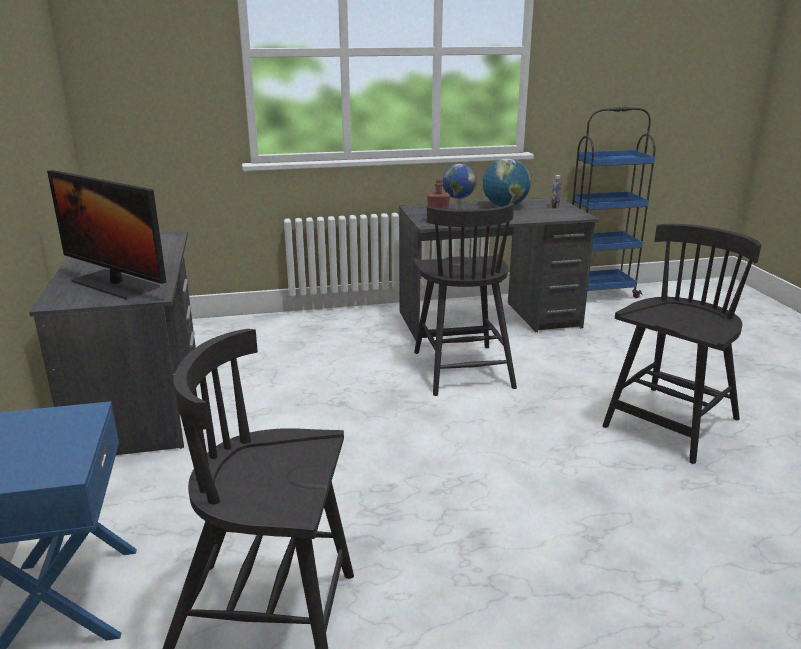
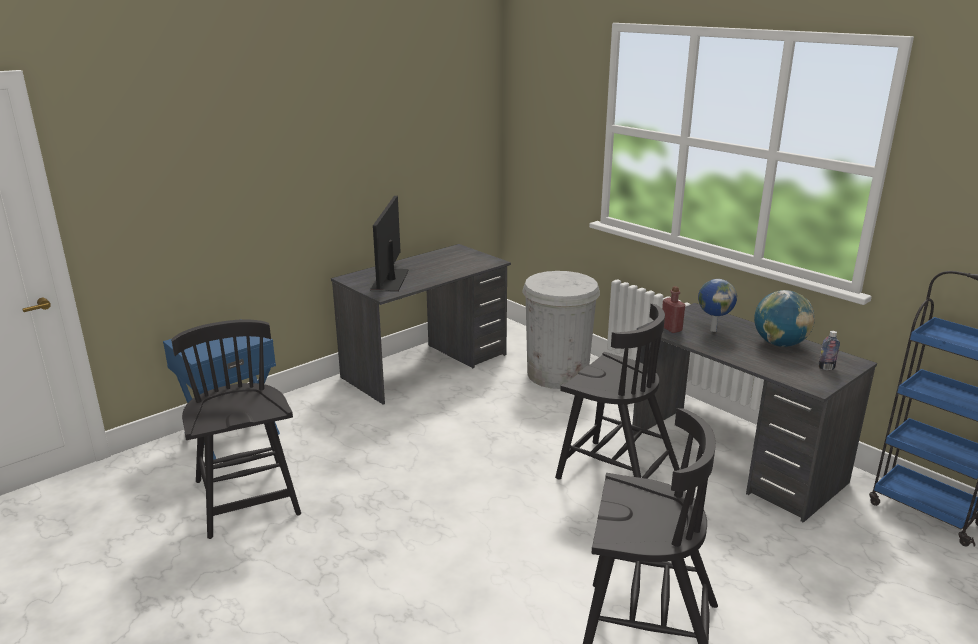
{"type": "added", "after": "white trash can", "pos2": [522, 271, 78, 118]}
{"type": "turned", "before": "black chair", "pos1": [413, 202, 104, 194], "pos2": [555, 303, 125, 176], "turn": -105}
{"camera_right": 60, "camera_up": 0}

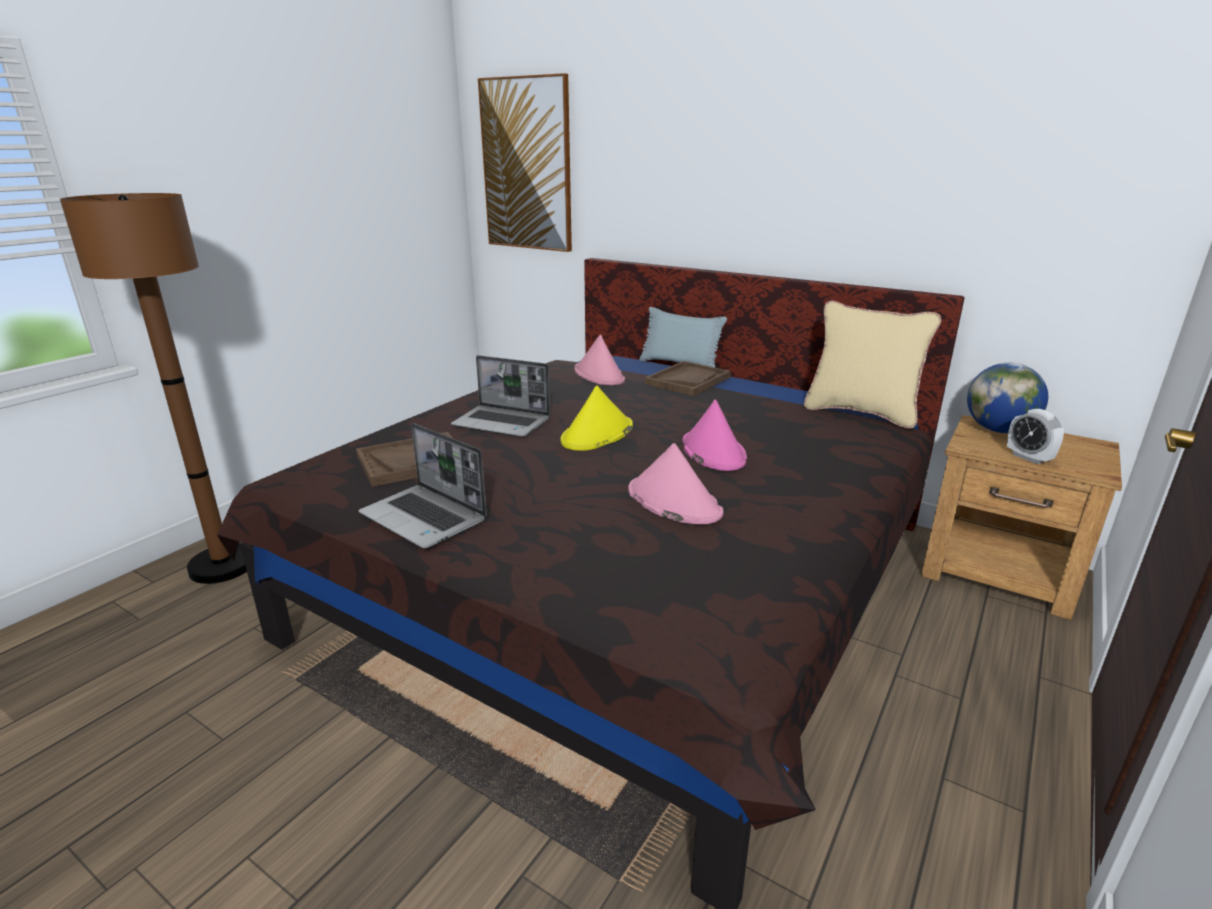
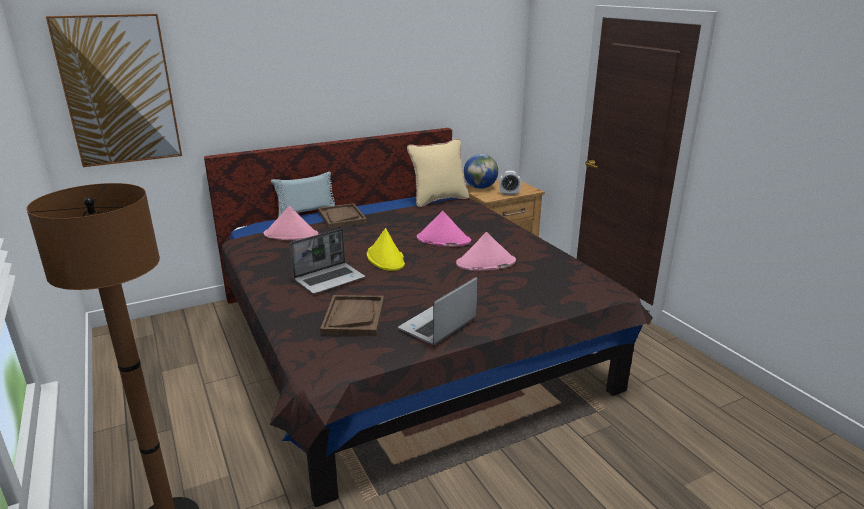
{"type": "turned", "before": "laptop", "pos1": [358, 423, 129, 125], "pos2": [398, 277, 80, 68], "turn": 150}
{"camera_right": -60, "camera_up": 0}

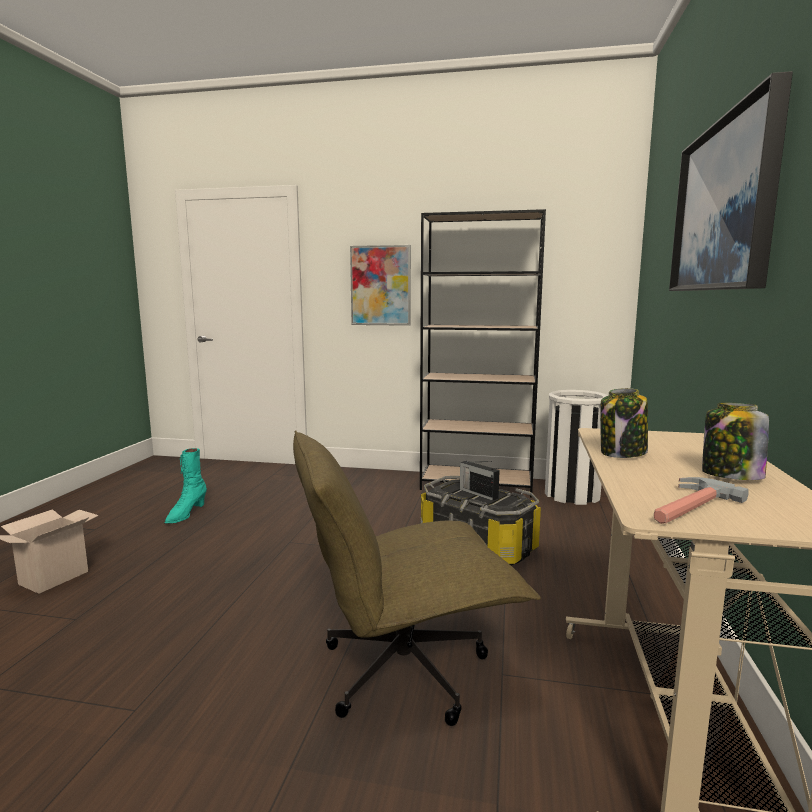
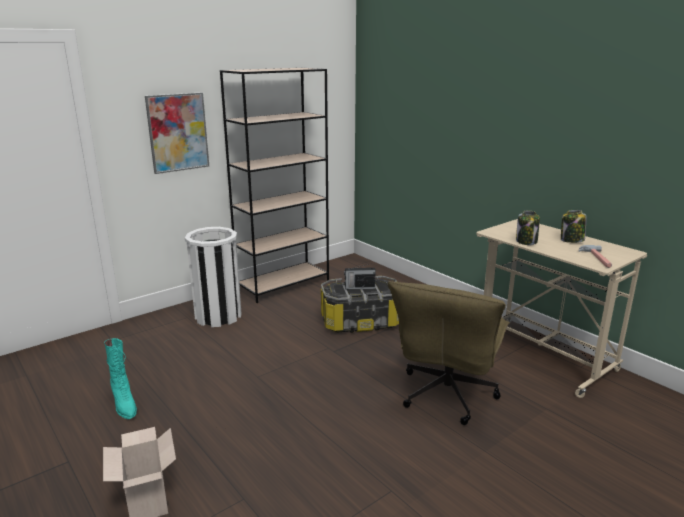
{"type": "removed", "before": "picture", "pos1": [669, 71, 124, 220]}
{"type": "moved", "before": "white trash can", "pos1": [545, 390, 63, 115], "pos2": [185, 227, 56, 100]}
{"camera_right": -50, "camera_up": 10}

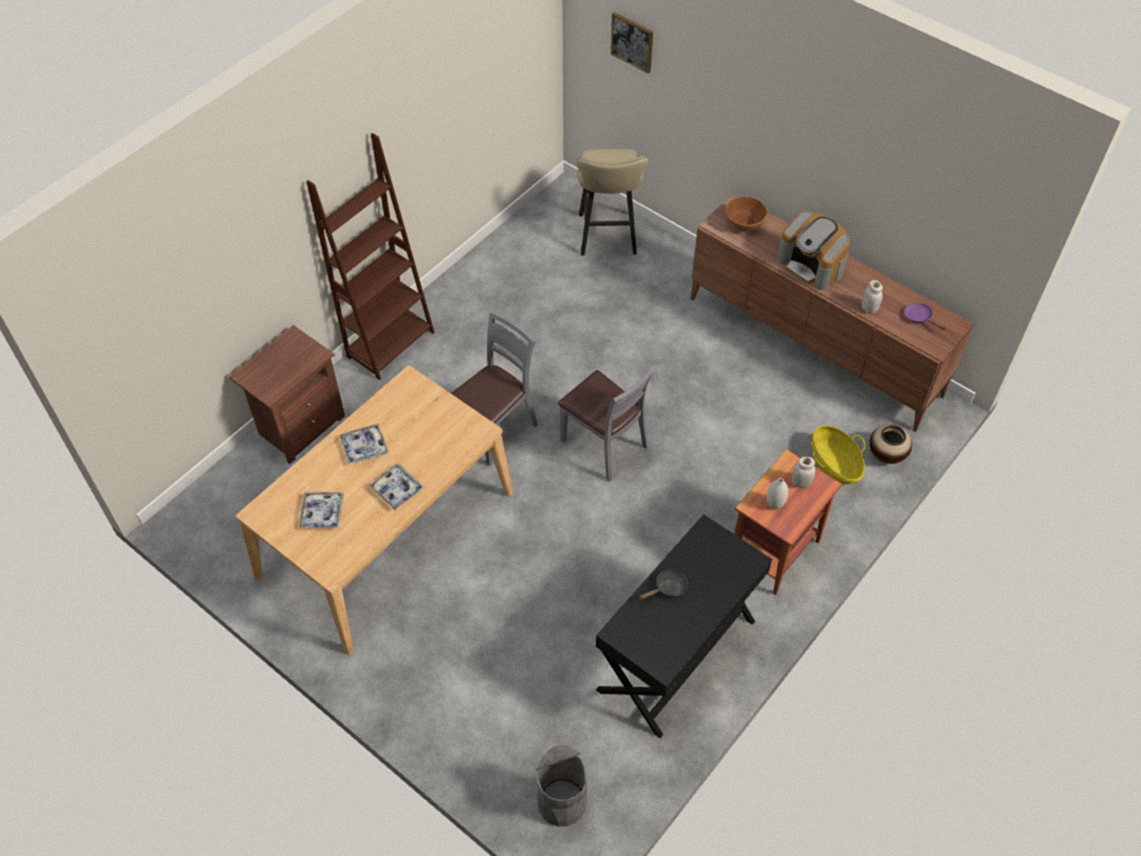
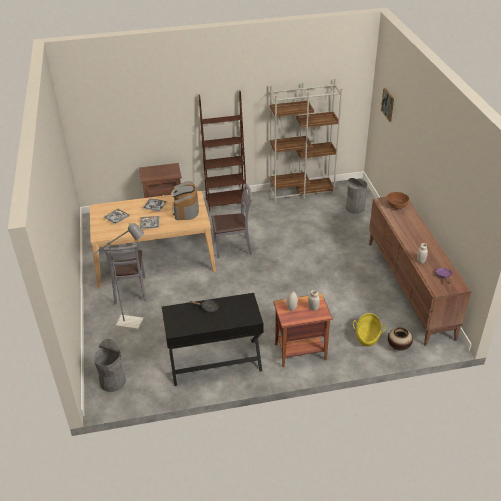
{"type": "added", "after": "grey floor lamp", "pos2": [94, 223, 50, 107]}
{"type": "added", "after": "brown bookcase", "pos2": [270, 79, 72, 124]}
{"type": "moved", "before": "grey chair", "pos1": [558, 364, 99, 118], "pos2": [104, 244, 43, 60]}
{"type": "moved", "before": "coffee machine", "pos1": [777, 211, 73, 79], "pos2": [171, 181, 28, 40]}
{"type": "replaced", "before": "beige stool", "after": "grey trash can", "pos1": [576, 149, 72, 106], "pos2": [346, 178, 21, 36]}
{"camera_right": 40, "camera_up": -15}

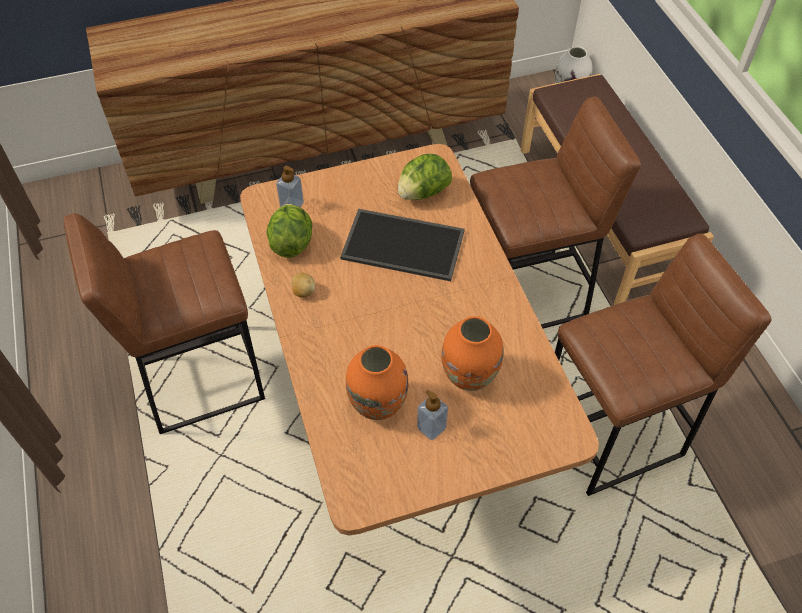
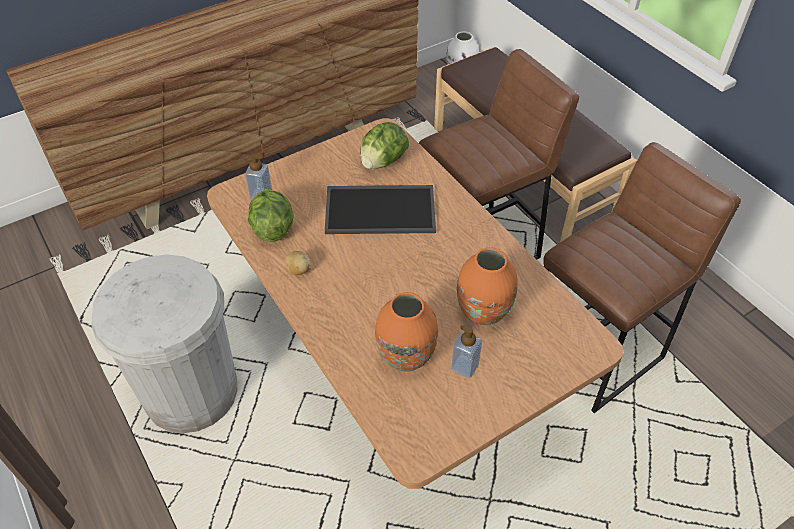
{"type": "replaced", "before": "brown stool", "after": "white trash can", "pos1": [64, 213, 201, 221], "pos2": [92, 254, 146, 179]}
{"camera_right": -15, "camera_up": -5}

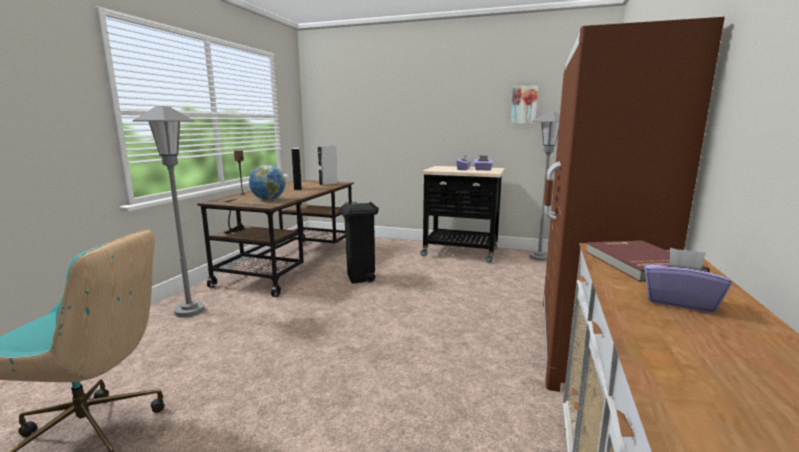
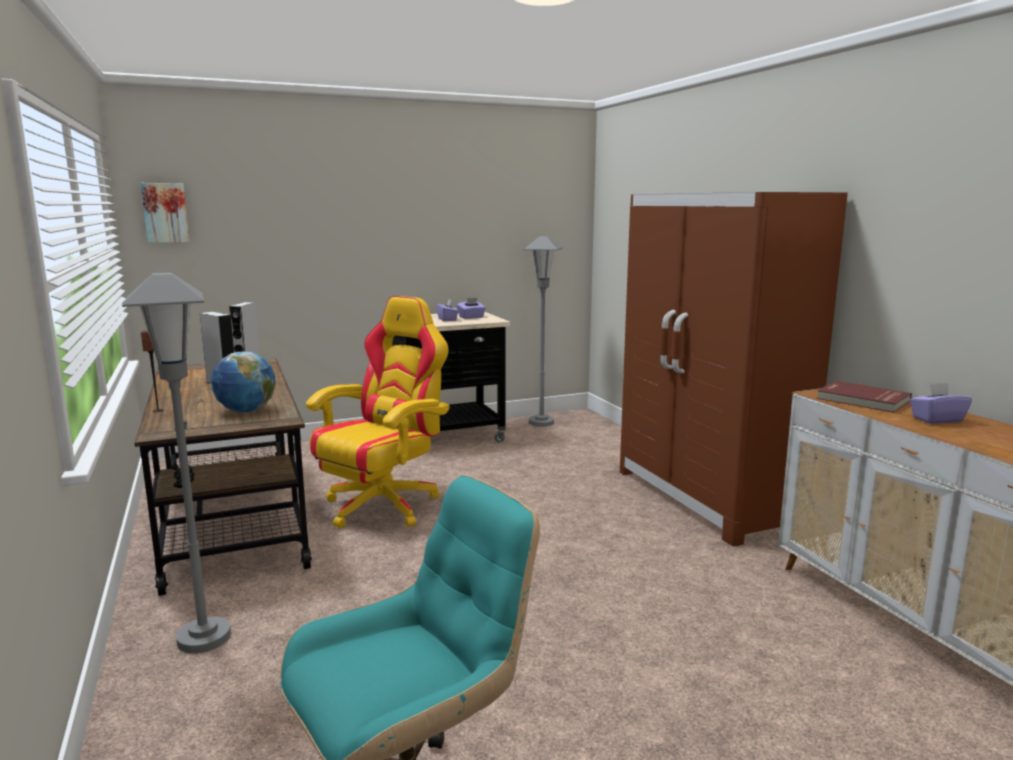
{"type": "moved", "before": "picture", "pos1": [511, 86, 27, 38], "pos2": [141, 183, 49, 60]}
{"type": "replaced", "before": "black trash can", "after": "yellow office chair", "pos1": [339, 202, 40, 82], "pos2": [306, 296, 144, 232]}
{"camera_right": -40, "camera_up": 0}

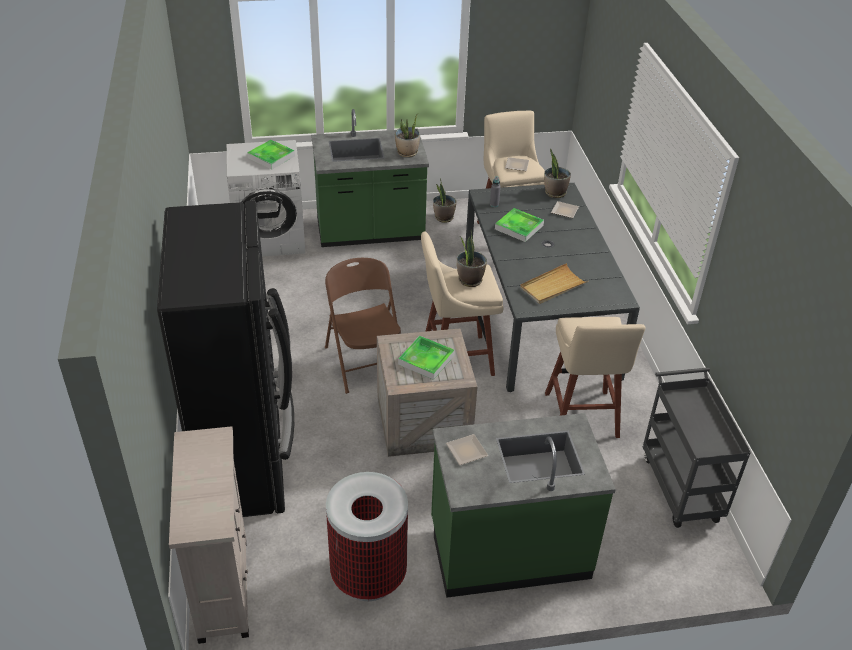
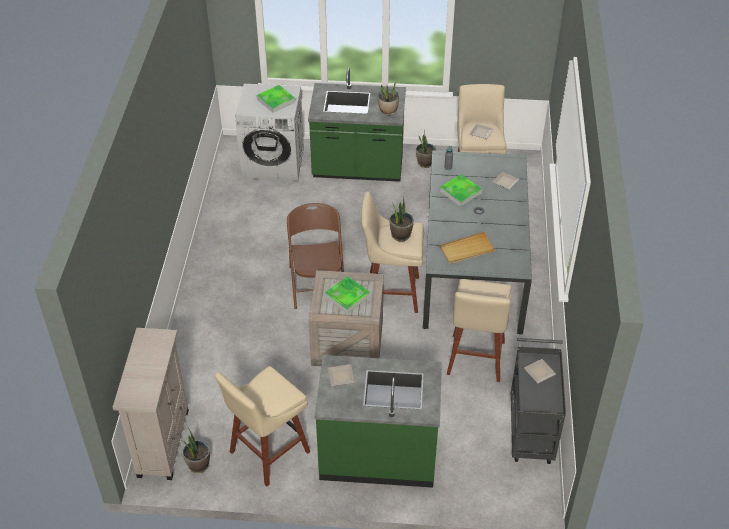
{"type": "removed", "before": "black fridge", "pos1": [157, 201, 137, 316]}
{"type": "added", "after": "plate", "pos2": [524, 359, 32, 24]}
{"type": "moved", "before": "potted plant", "pos1": [544, 148, 27, 50], "pos2": [183, 429, 27, 44]}
{"type": "replaced", "before": "trash can", "after": "beige stool", "pos1": [326, 472, 82, 129], "pos2": [215, 366, 95, 120]}
{"camera_right": 15, "camera_up": 5}

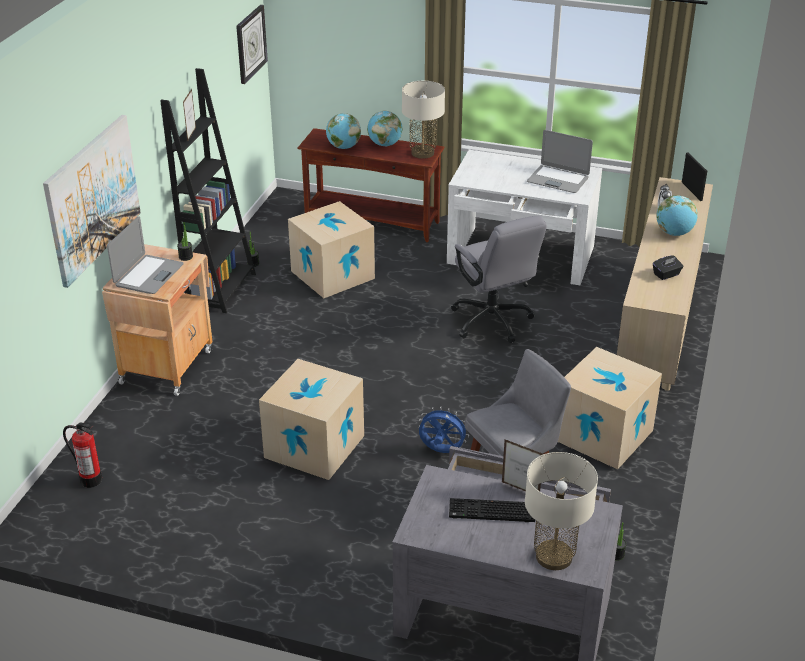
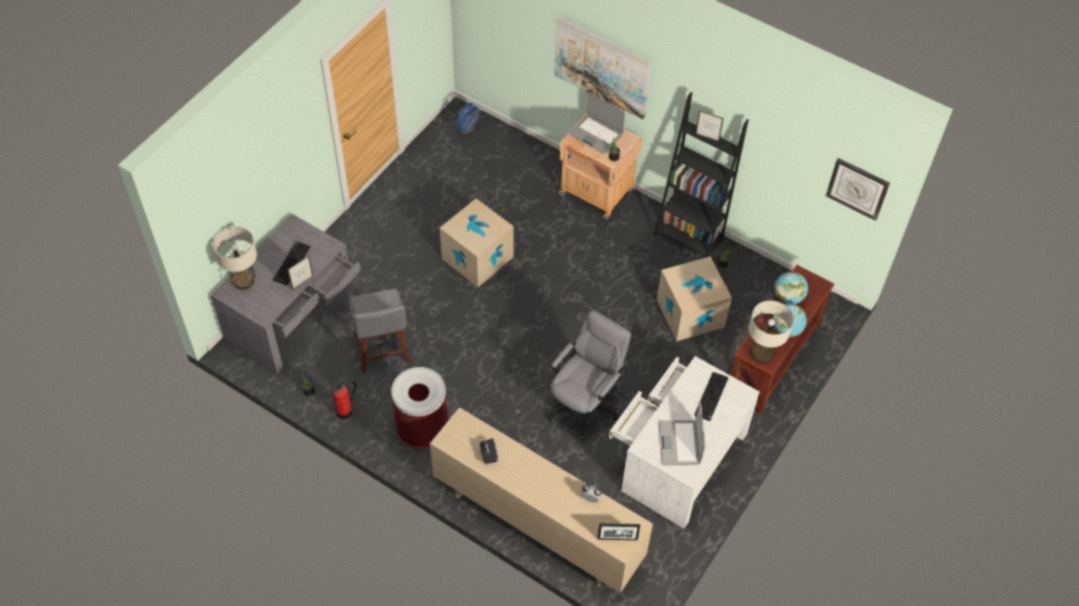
{"type": "removed", "before": "globe", "pos1": [656, 195, 42, 41]}
{"type": "added", "after": "keyboard", "pos2": [694, 372, 34, 49]}
{"type": "moved", "before": "fire extinguisher", "pos1": [63, 423, 39, 65], "pos2": [329, 381, 27, 39]}
{"type": "moved", "before": "blue fan", "pos1": [419, 407, 50, 46], "pos2": [456, 103, 25, 31]}
{"type": "replaced", "before": "cardboard box", "after": "trash can", "pos1": [558, 347, 104, 122], "pos2": [391, 367, 57, 81]}
{"type": "turned", "before": "grey office chair", "pos1": [451, 216, 96, 127], "pos2": [547, 310, 84, 131], "turn": 135}
{"type": "turned", "before": "laptop", "pos1": [527, 130, 66, 63], "pos2": [658, 402, 47, 63], "turn": -45}
{"camera_right": 105, "camera_up": 20}

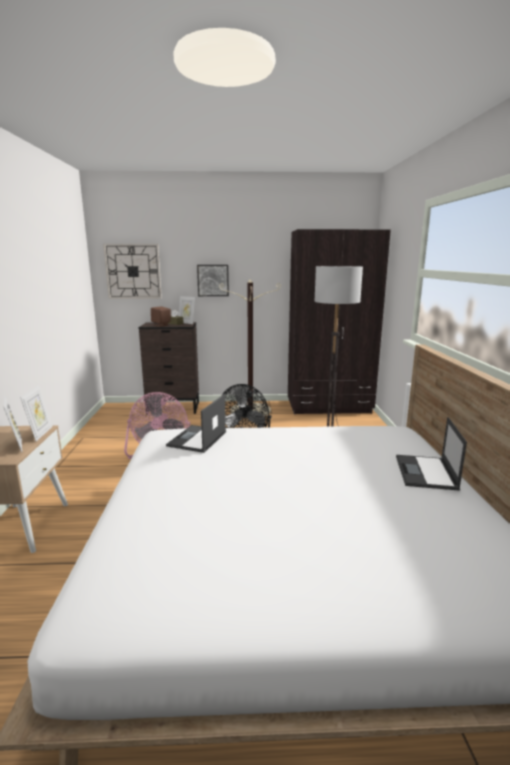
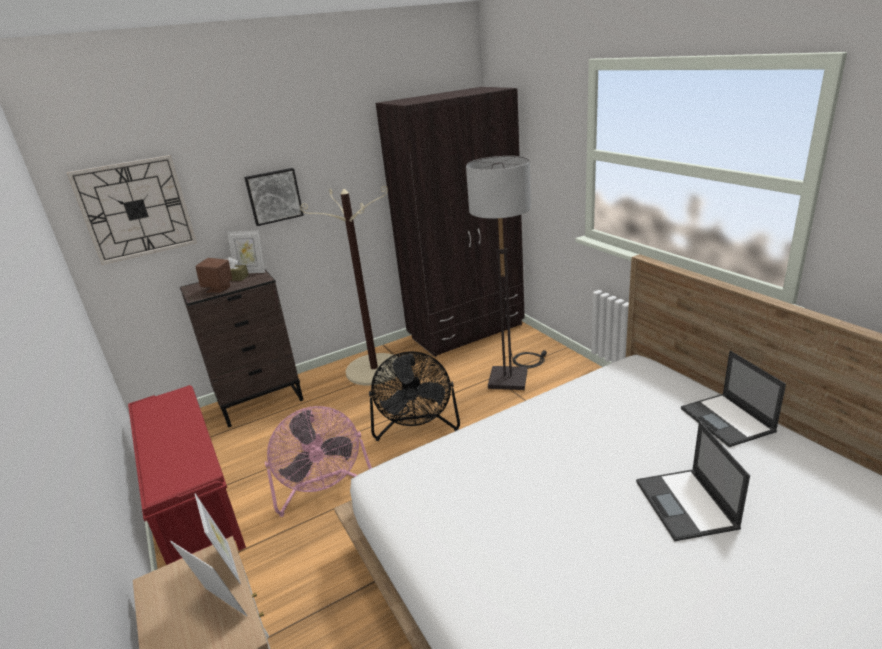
{"type": "added", "after": "red bench", "pos2": [128, 385, 118, 180]}
{"type": "moved", "before": "laptop", "pos1": [166, 394, 60, 59], "pos2": [636, 421, 114, 120]}
{"camera_right": -25, "camera_up": 10}

